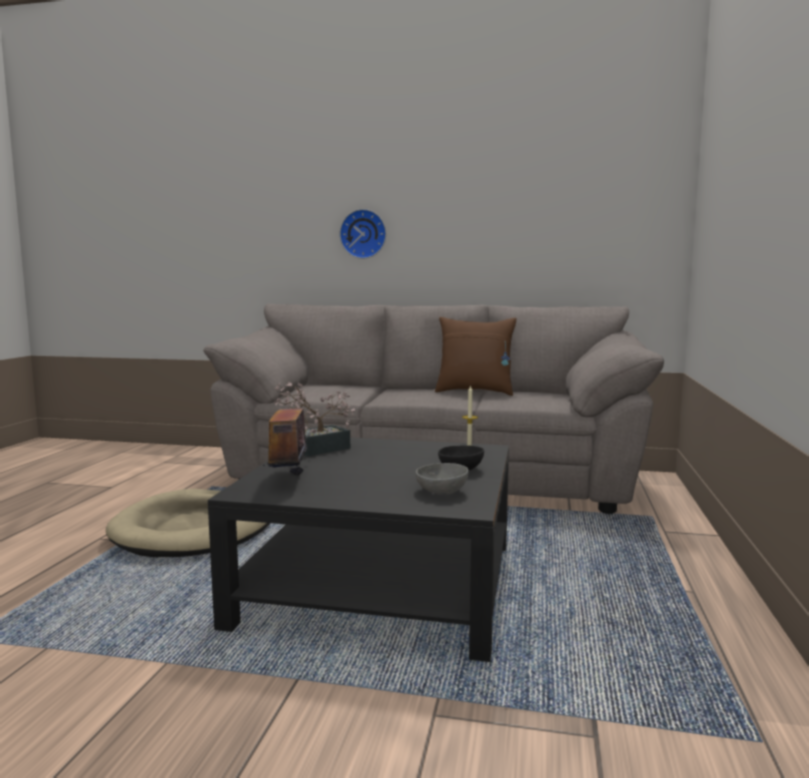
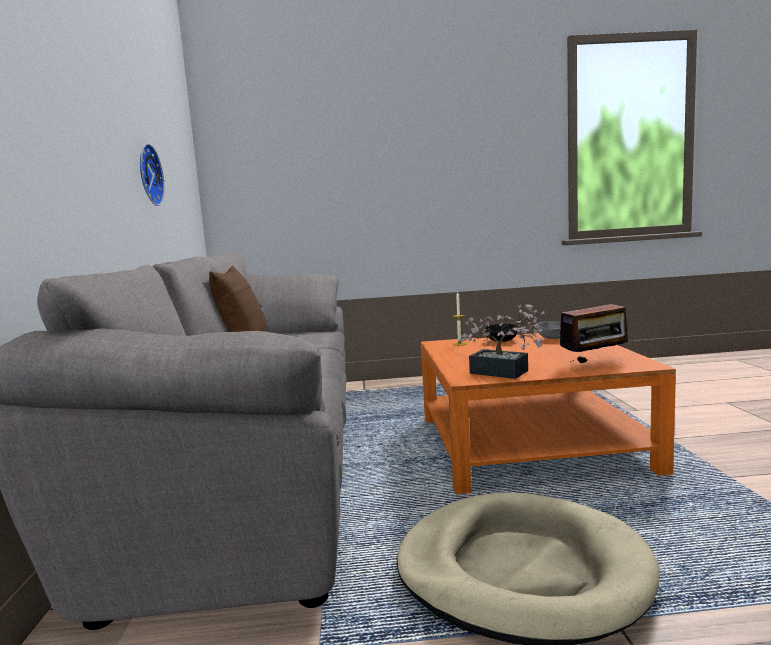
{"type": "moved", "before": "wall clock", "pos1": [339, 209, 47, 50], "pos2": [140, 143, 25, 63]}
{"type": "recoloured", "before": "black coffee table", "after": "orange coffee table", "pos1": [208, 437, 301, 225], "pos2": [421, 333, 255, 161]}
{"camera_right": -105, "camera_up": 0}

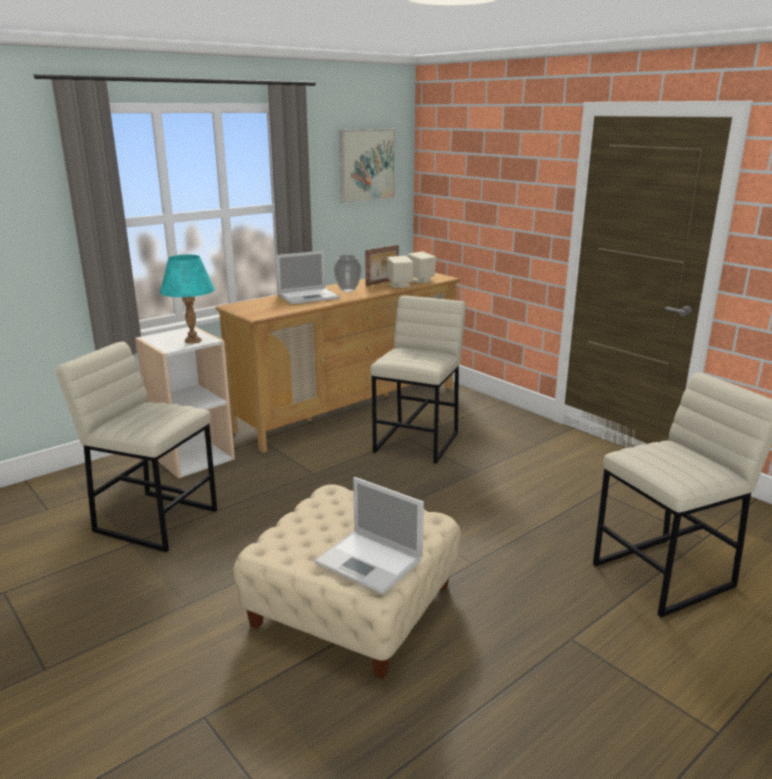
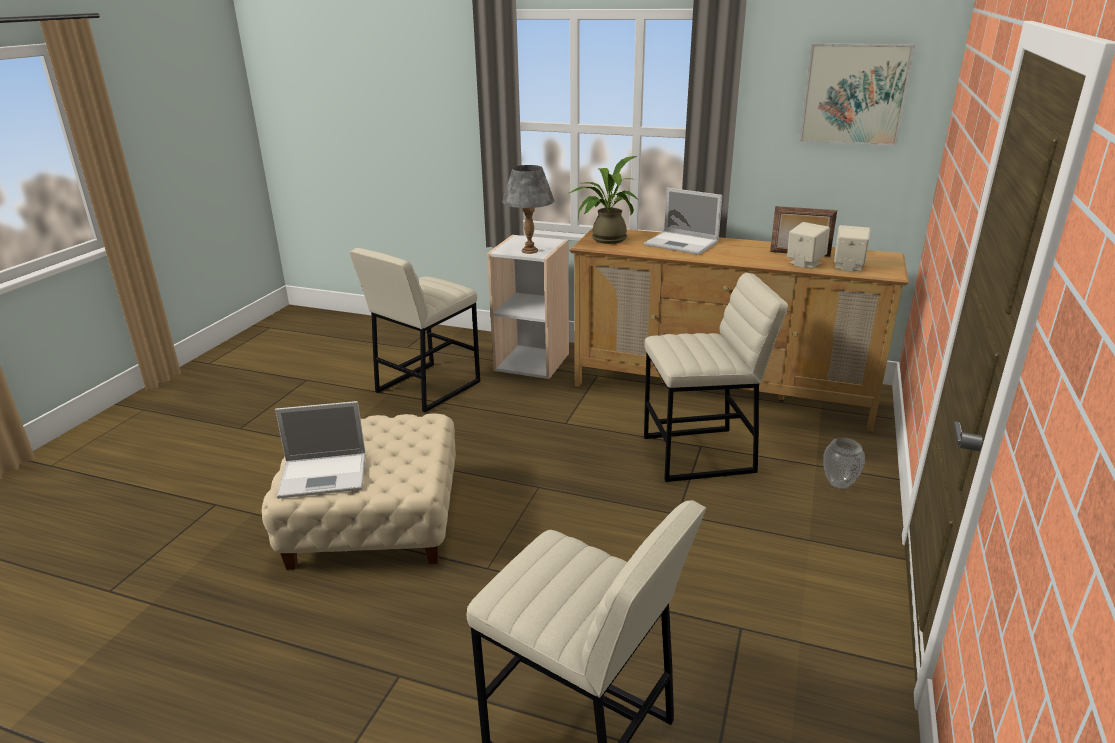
{"type": "added", "after": "potted plant", "pos2": [569, 156, 69, 88]}
{"type": "moved", "before": "vase", "pos1": [334, 255, 28, 37], "pos2": [823, 438, 42, 51]}
{"type": "recoloured", "before": "turquoise table lamp", "after": "grey table lamp", "pos1": [160, 255, 55, 89], "pos2": [502, 165, 53, 89]}
{"type": "turned", "before": "beige chair", "pos1": [55, 342, 162, 210], "pos2": [350, 248, 130, 165], "turn": -135}
{"type": "turned", "before": "laptop", "pos1": [314, 477, 110, 118], "pos2": [275, 401, 91, 98], "turn": -105}
{"camera_right": 60, "camera_up": 5}

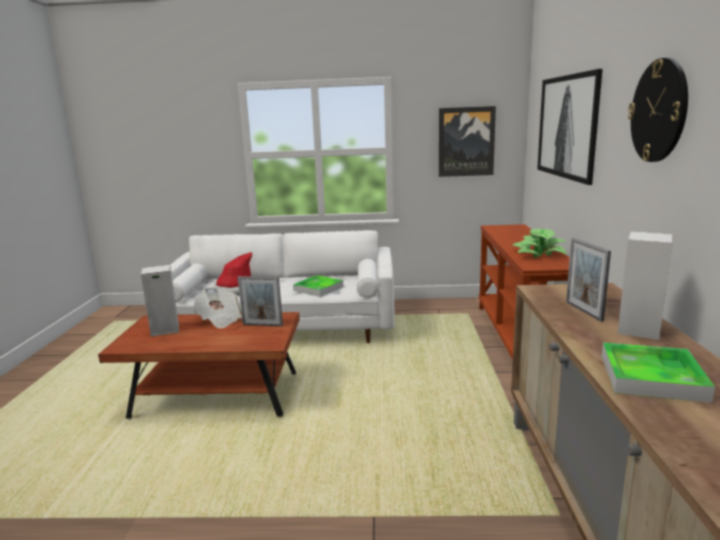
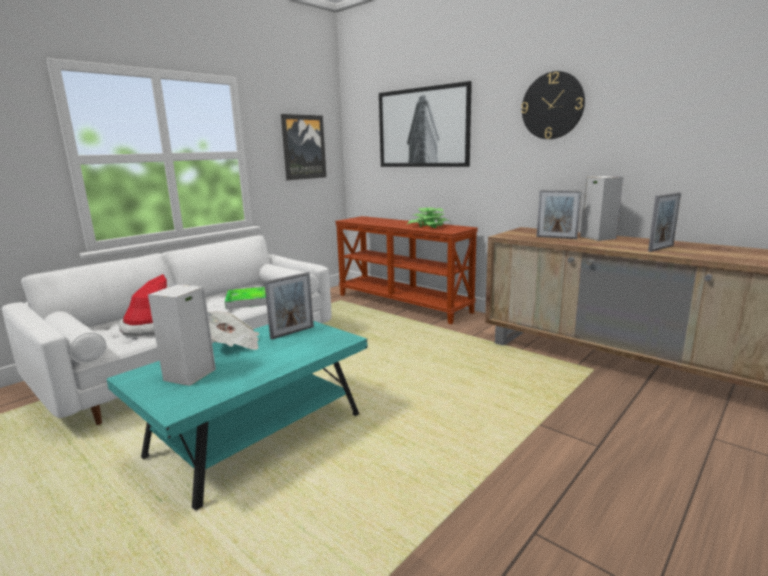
{"type": "replaced", "before": "tray", "after": "picture frame", "pos1": [602, 343, 113, 60], "pos2": [648, 192, 33, 60]}
{"type": "recoloured", "before": "brown coffee table", "after": "turquoise coffee table", "pos1": [98, 312, 202, 107], "pos2": [107, 321, 261, 190]}
{"camera_right": -50, "camera_up": 0}

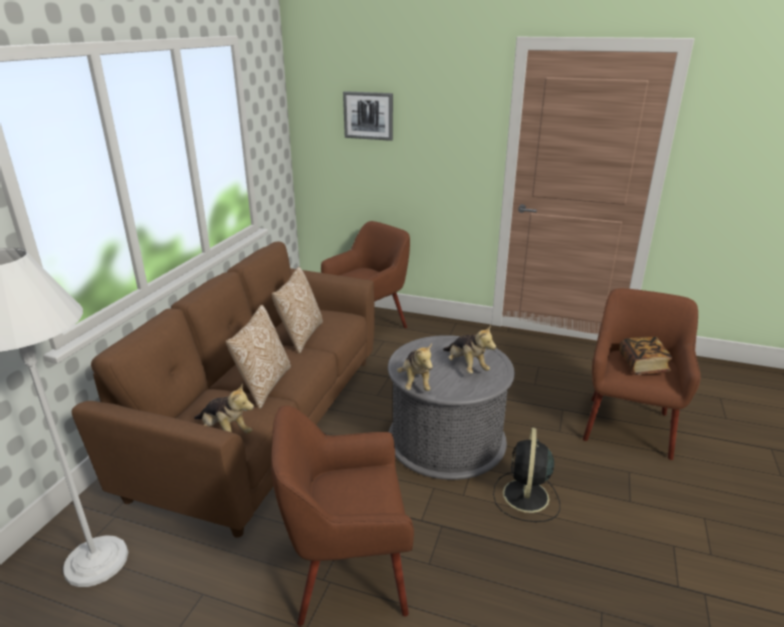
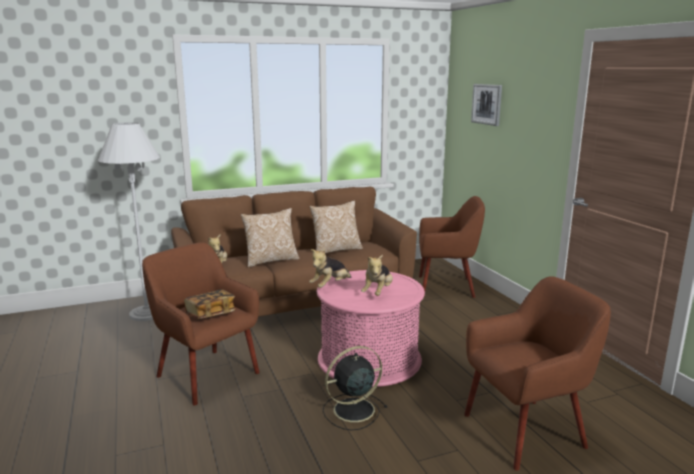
{"type": "moved", "before": "book", "pos1": [619, 337, 53, 38], "pos2": [184, 289, 52, 30]}
{"type": "recoloured", "before": "grey coffee table", "after": "pink coffee table", "pos1": [388, 335, 127, 145], "pos2": [317, 270, 108, 117]}
{"camera_right": 50, "camera_up": -10}

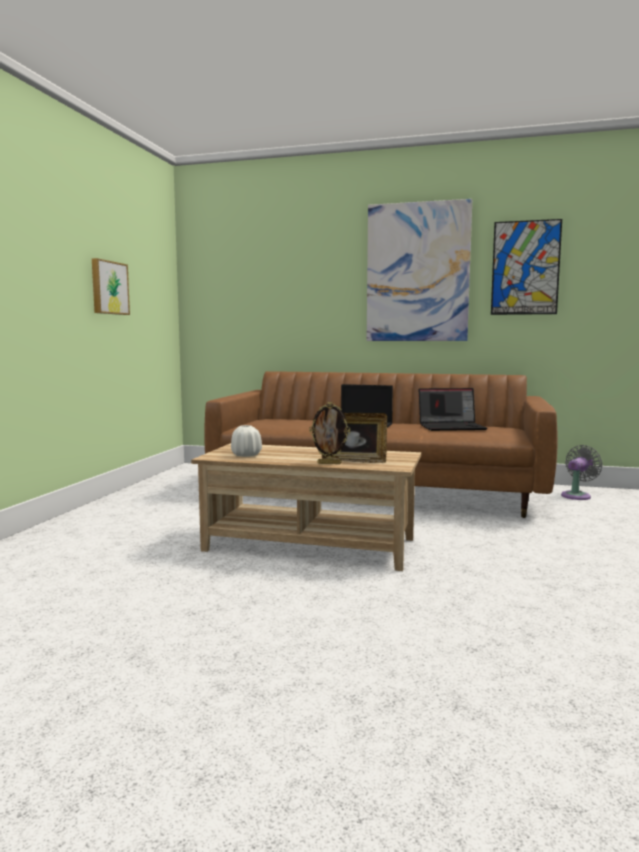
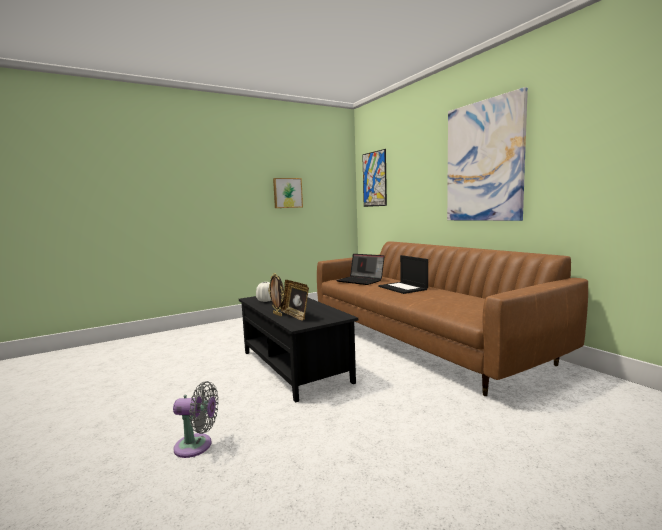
{"type": "moved", "before": "laptop", "pos1": [419, 388, 68, 43], "pos2": [336, 254, 49, 31]}
{"type": "moved", "before": "picture", "pos1": [491, 219, 71, 96], "pos2": [362, 149, 25, 58]}
{"type": "moved", "before": "grey fan", "pos1": [561, 445, 42, 55], "pos2": [173, 381, 46, 77]}
{"type": "recoloured", "before": "beige coffee table", "after": "black coffee table", "pos1": [191, 443, 230, 128], "pos2": [239, 296, 119, 106]}
{"camera_right": 45, "camera_up": 0}

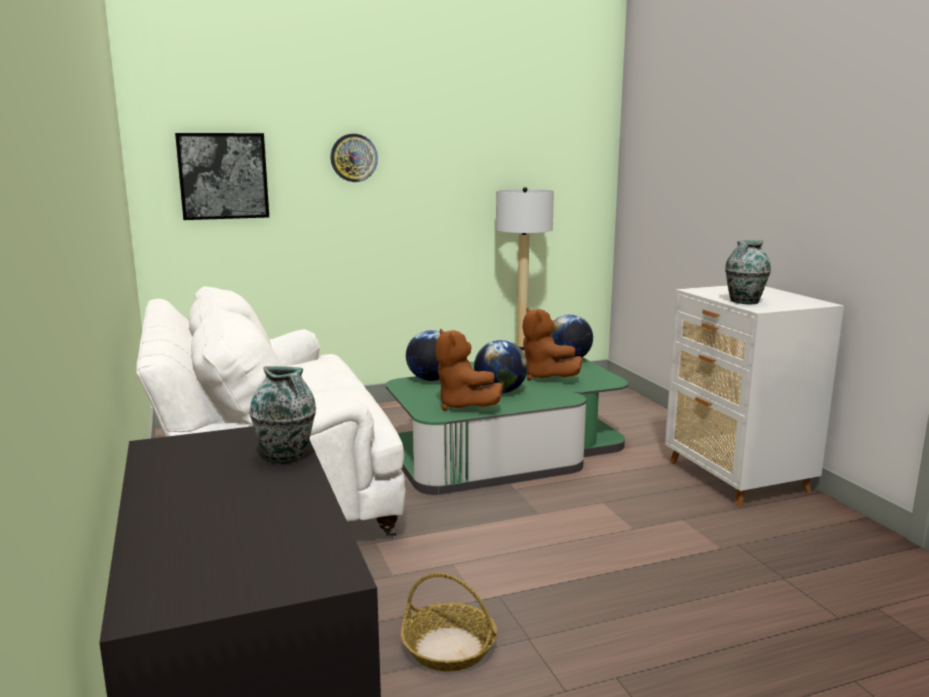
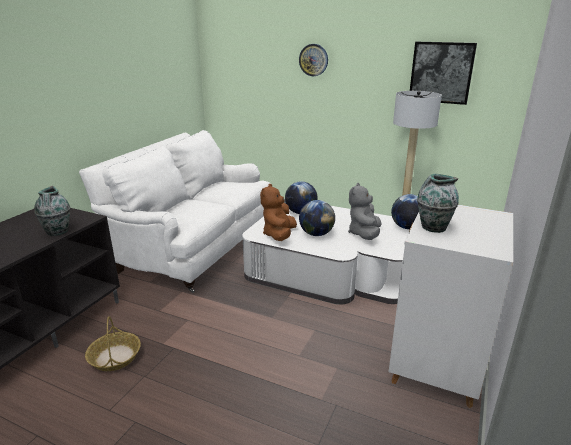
{"type": "moved", "before": "picture", "pos1": [175, 133, 94, 87], "pos2": [410, 42, 67, 63]}
{"type": "recoloured", "before": "green coffee table", "after": "white coffee table", "pos1": [386, 357, 242, 138], "pos2": [242, 206, 167, 99]}
{"type": "recoloured", "before": "brown plush toy", "after": "grey plush toy", "pos1": [522, 308, 60, 73], "pos2": [348, 183, 33, 57]}
{"camera_right": 45, "camera_up": 10}

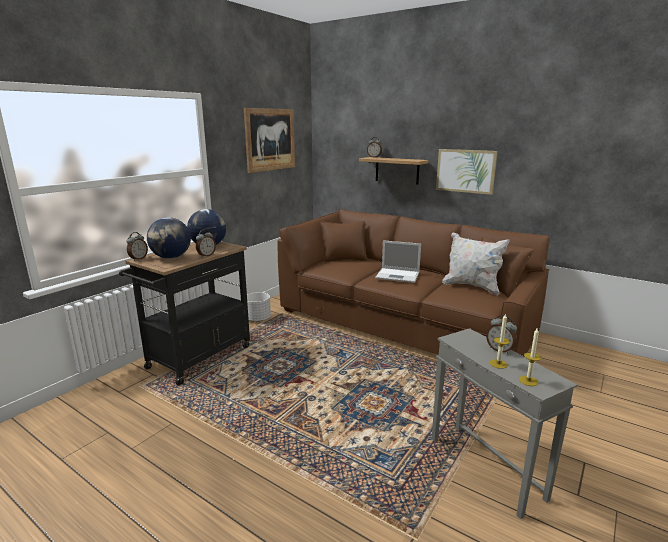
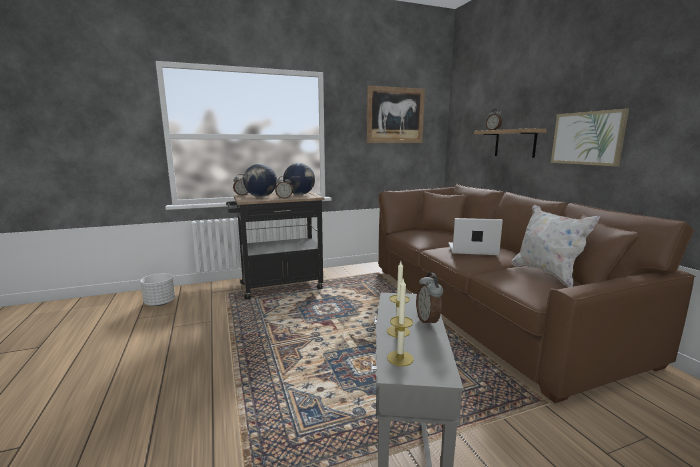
{"type": "moved", "before": "white planter", "pos1": [247, 292, 24, 30], "pos2": [141, 273, 34, 33]}
{"type": "turned", "before": "laptop", "pos1": [375, 240, 46, 43], "pos2": [449, 218, 54, 37], "turn": 135}
{"camera_right": 35, "camera_up": -5}

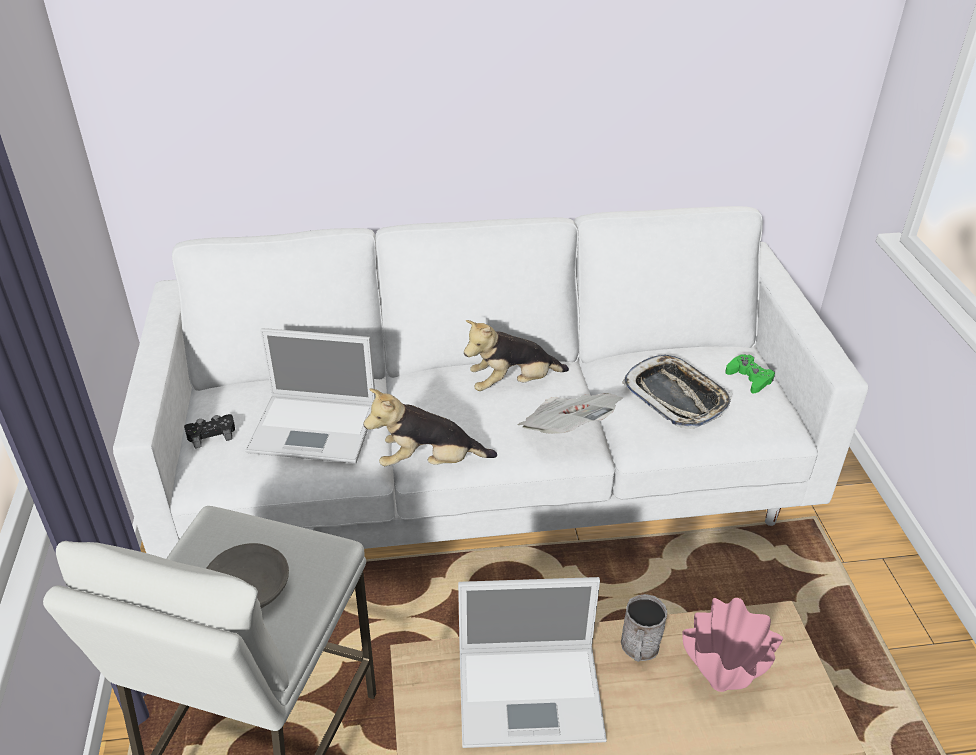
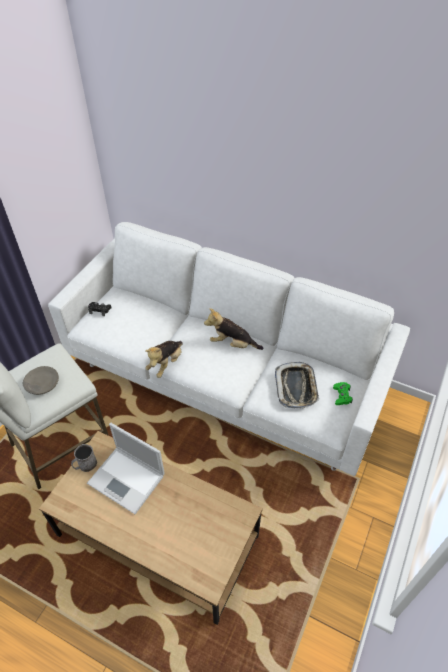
{"type": "removed", "before": "laptop", "pos1": [246, 328, 130, 135]}
{"type": "removed", "before": "newspaper", "pos1": [517, 393, 106, 41]}
{"type": "removed", "before": "pink vase", "pos1": [682, 598, 101, 94]}
{"type": "moved", "before": "grey mug", "pos1": [621, 594, 46, 68], "pos2": [71, 444, 26, 28]}
{"type": "turned", "before": "plush toy", "pos1": [363, 389, 134, 77], "pos2": [145, 341, 38, 37], "turn": -90}
{"camera_right": 35, "camera_up": 10}

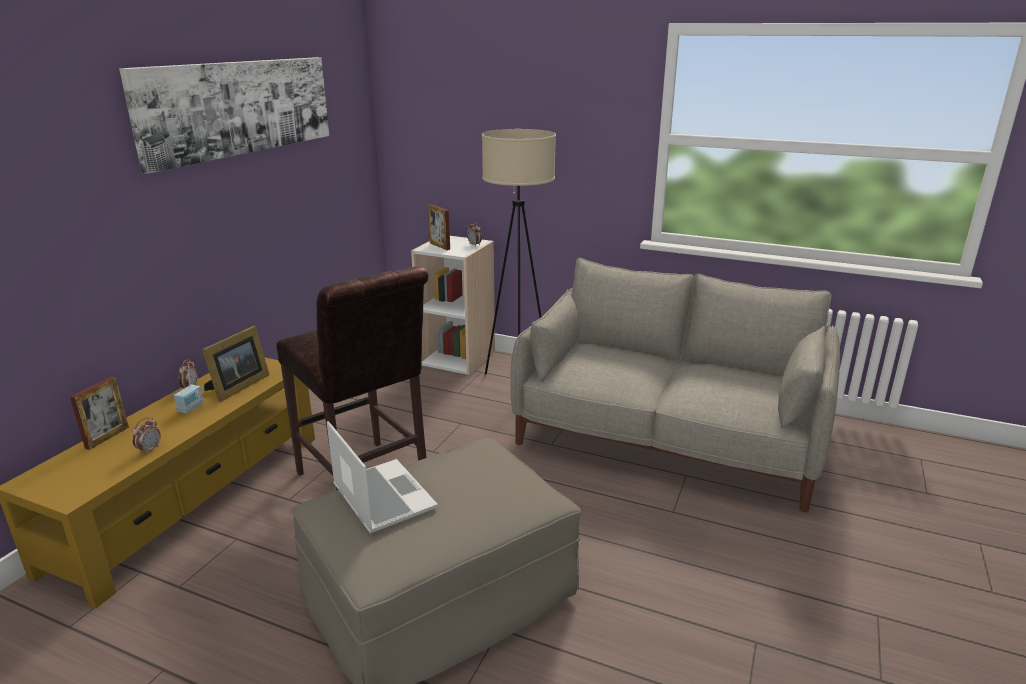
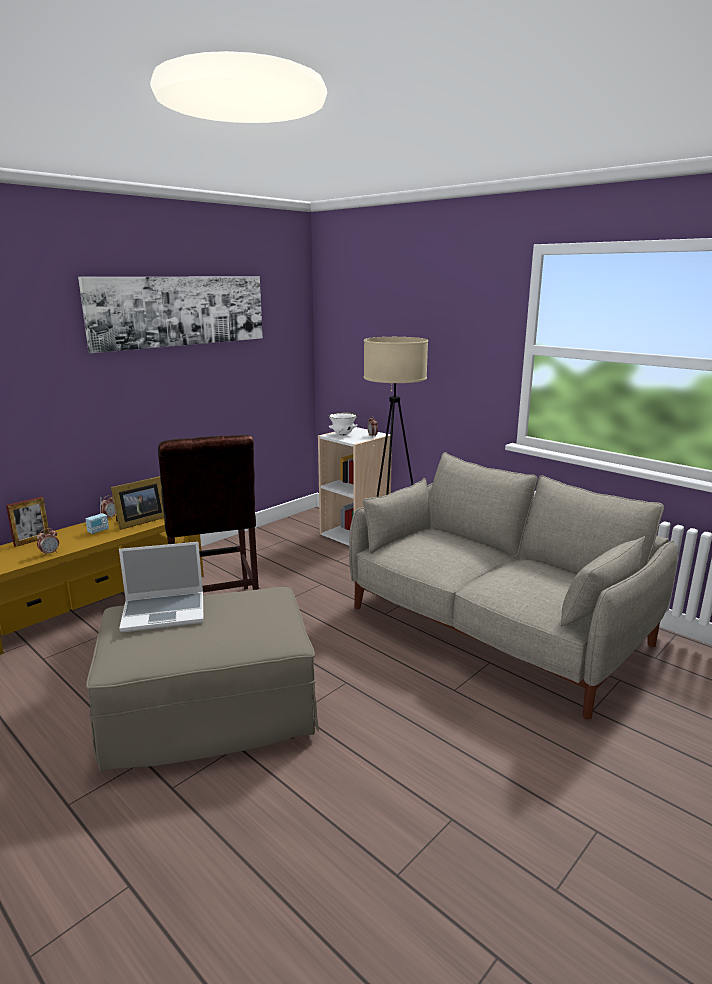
{"type": "replaced", "before": "picture frame", "after": "white bowl", "pos1": [428, 204, 22, 46], "pos2": [329, 413, 29, 22]}
{"type": "turned", "before": "laptop", "pos1": [327, 421, 111, 113], "pos2": [119, 542, 85, 90], "turn": 90}
{"camera_right": 20, "camera_up": -5}

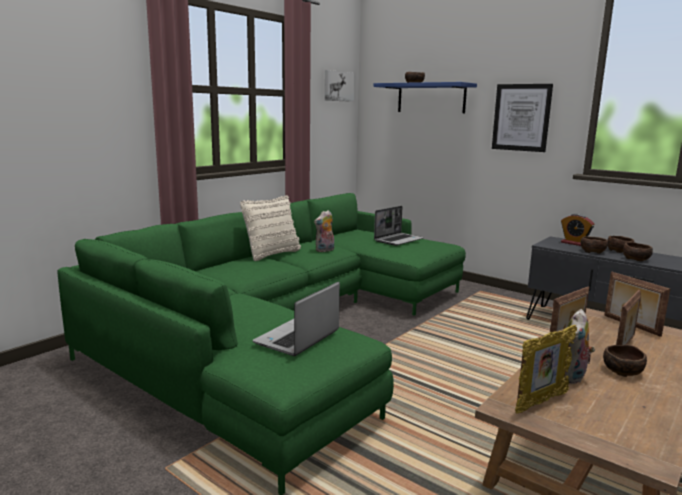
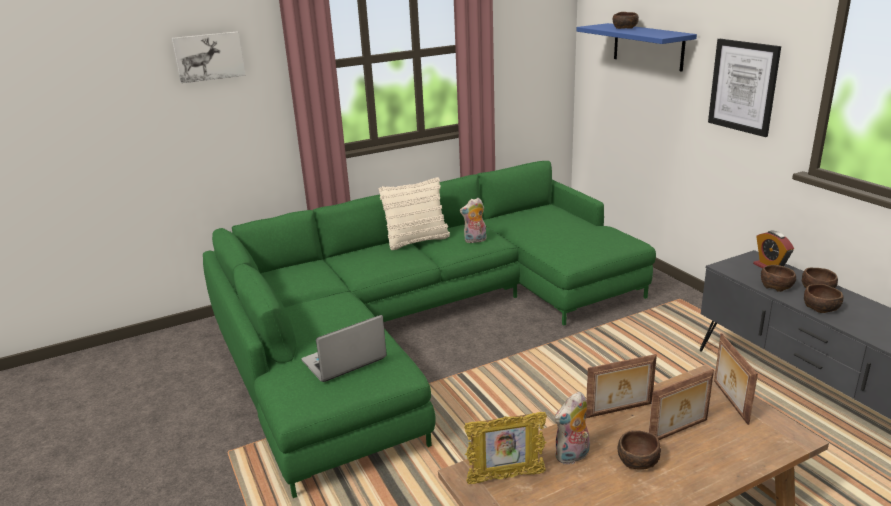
{"type": "removed", "before": "laptop", "pos1": [374, 206, 50, 40]}
{"type": "moved", "before": "picture", "pos1": [325, 70, 29, 32], "pos2": [172, 32, 73, 52]}
{"camera_right": 25, "camera_up": 10}

